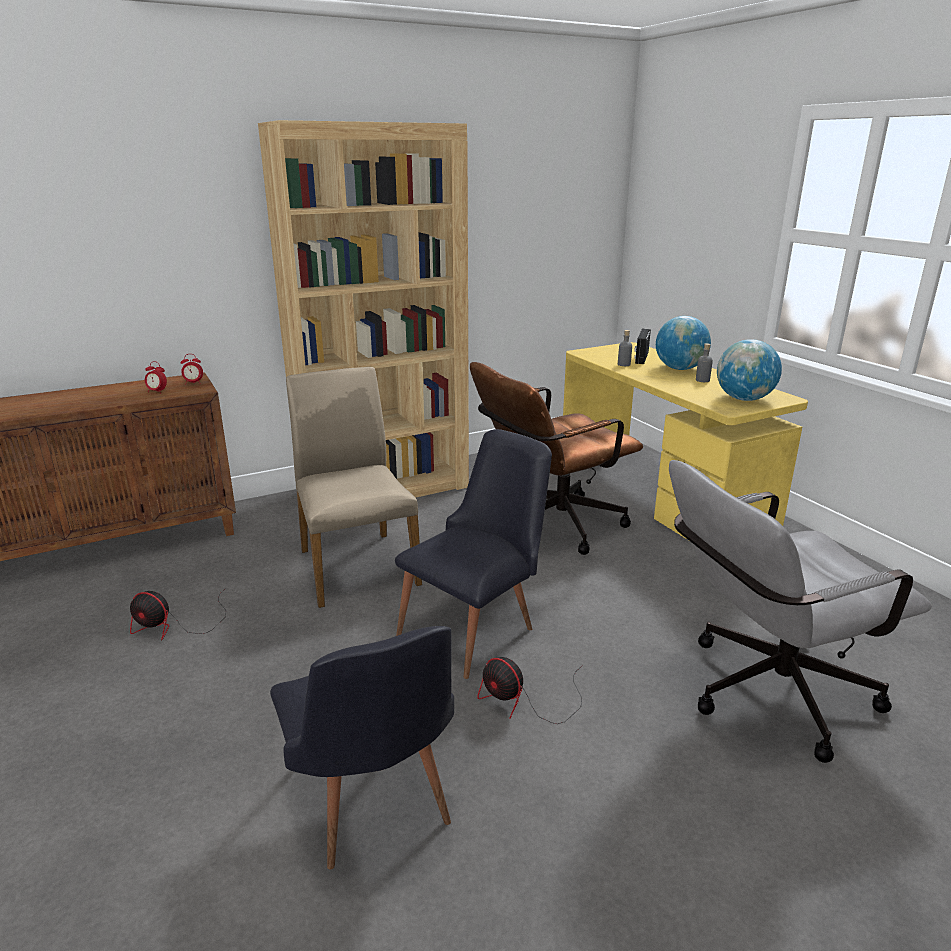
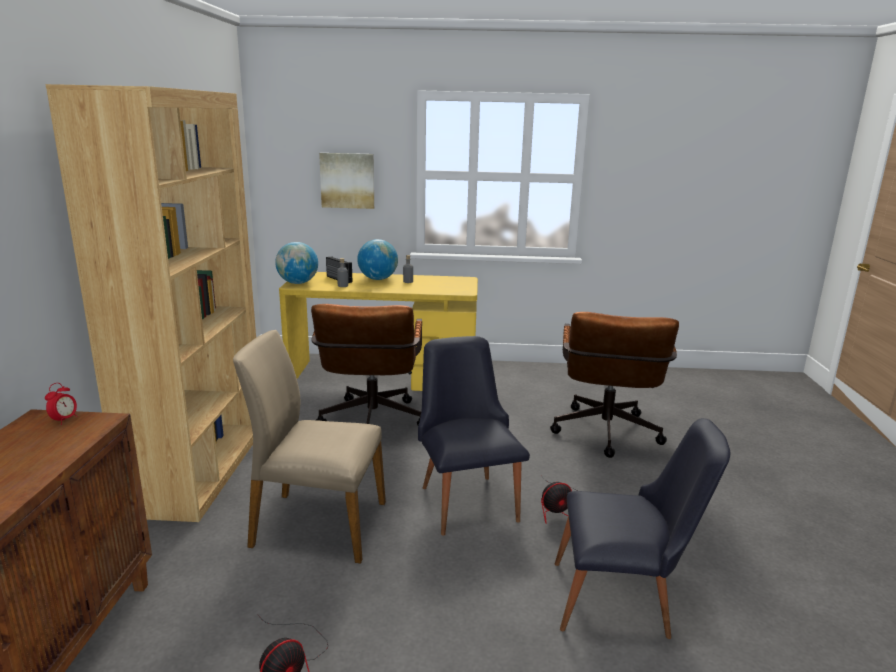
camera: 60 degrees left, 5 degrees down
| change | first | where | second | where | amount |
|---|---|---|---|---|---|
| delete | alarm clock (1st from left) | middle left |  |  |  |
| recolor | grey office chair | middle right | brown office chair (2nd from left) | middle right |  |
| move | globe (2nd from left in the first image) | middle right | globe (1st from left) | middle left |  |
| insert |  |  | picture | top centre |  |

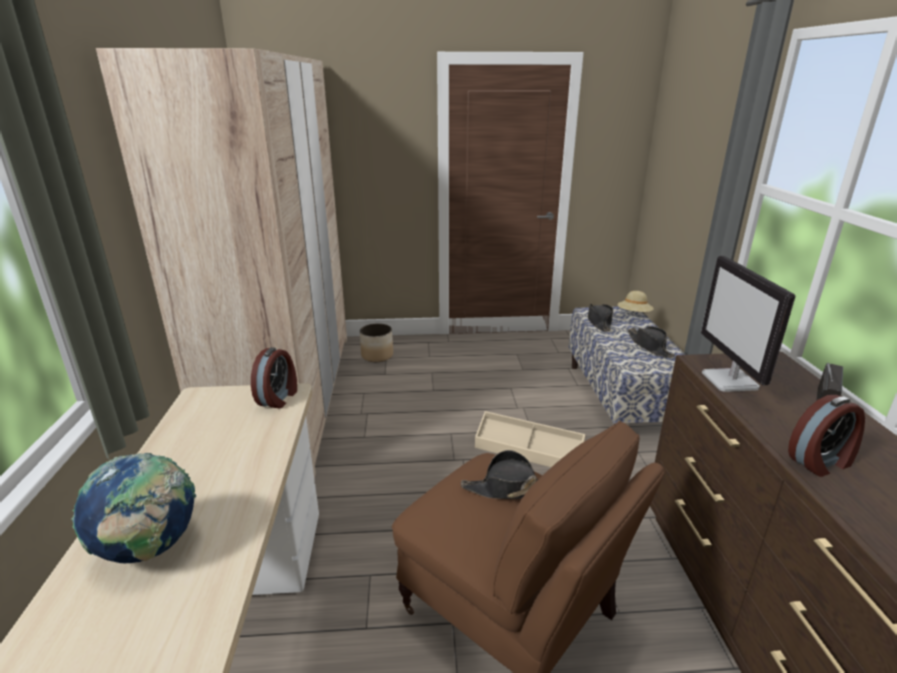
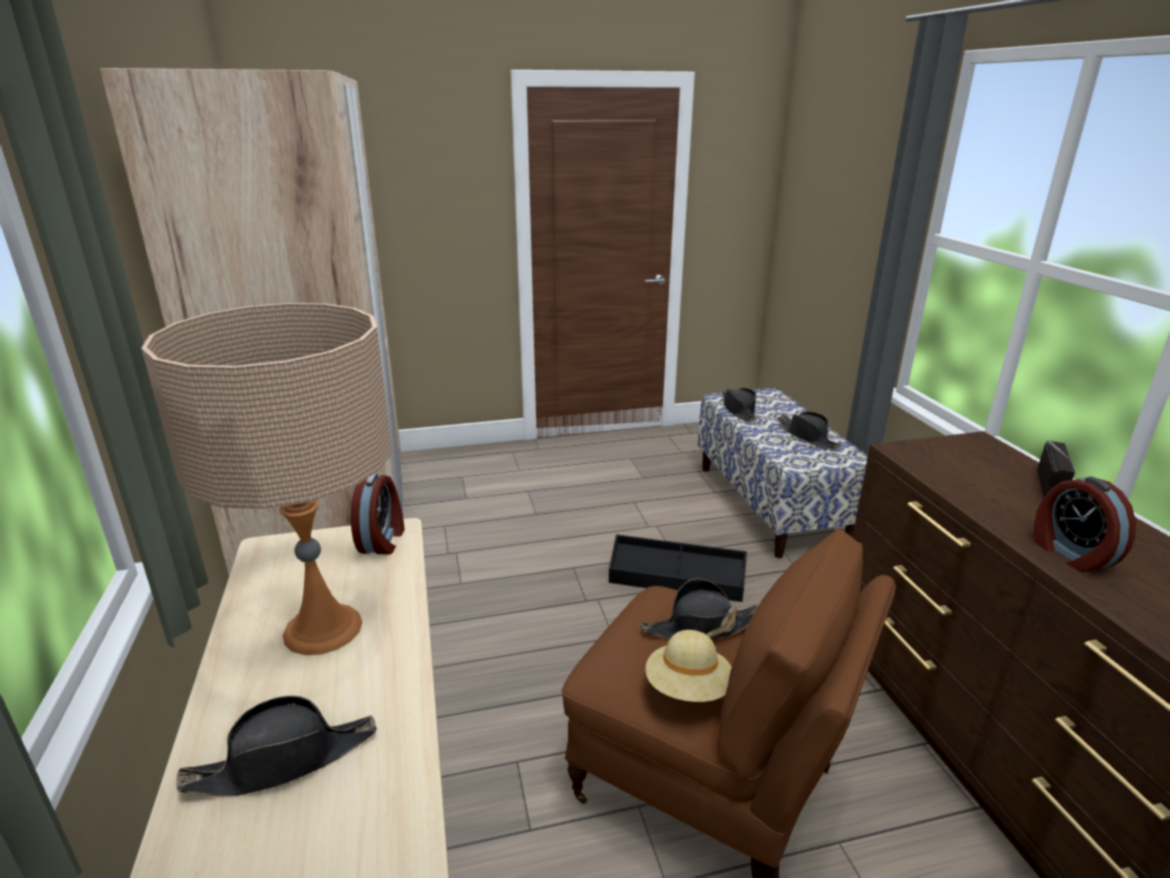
camera: 10 degrees left, 0 degrees up
| change | first | where | second | where | amount |
|---|---|---|---|---|---|
| replace | globe | bottom left | black hat (1st from left) | bottom left |  |
| delete | planter | centre |  |  |  |
| recolor | beige storage box | centre | black storage box | centre |  |
| move | beige hat | middle right |  | bottom centre |  |
| delete | monitor | middle right |  |  |  |
| rotate | alarm clock (2nd from left) | middle right |  | middle right | 105 degrees clockwise |
| insert |  |  | beige table lamp | middle left |  |

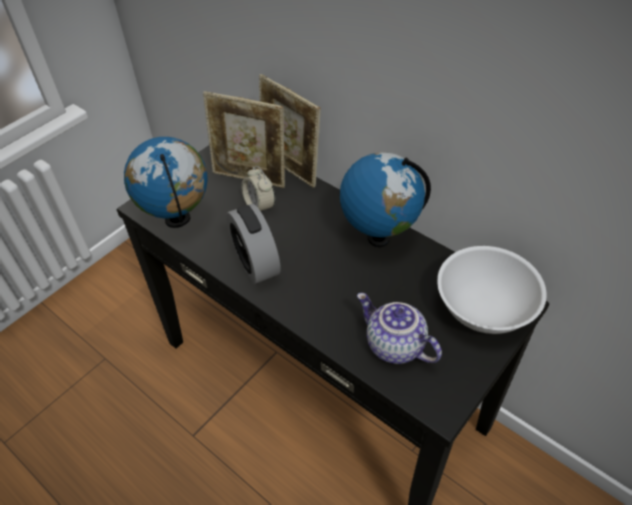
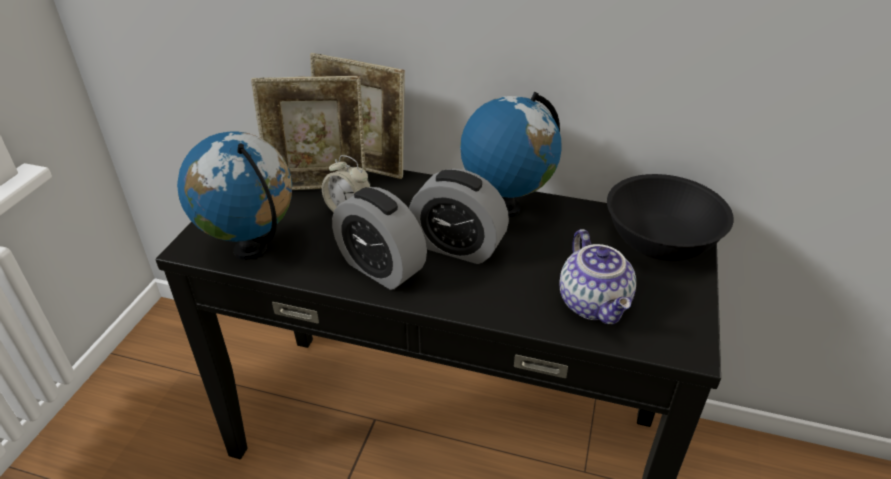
camera: 25 degrees left, 10 degrees down
| change | first | where | second | where | amount |
|---|---|---|---|---|---|
| rotate | teapot | centre |  | middle right | 120 degrees counterclockwise |
| recolor | white bowl | middle right | black bowl | middle right |  |
| insert |  |  | alarm clock (3rd from left) | centre |  |

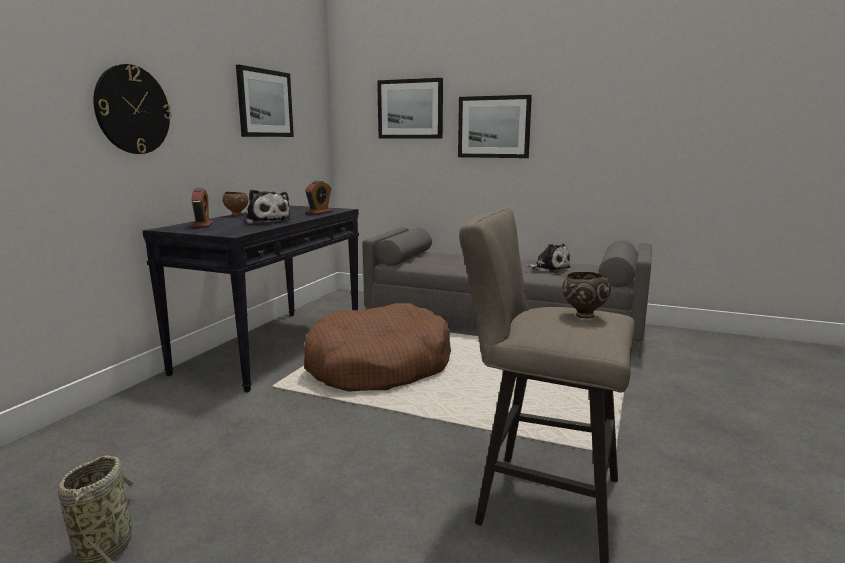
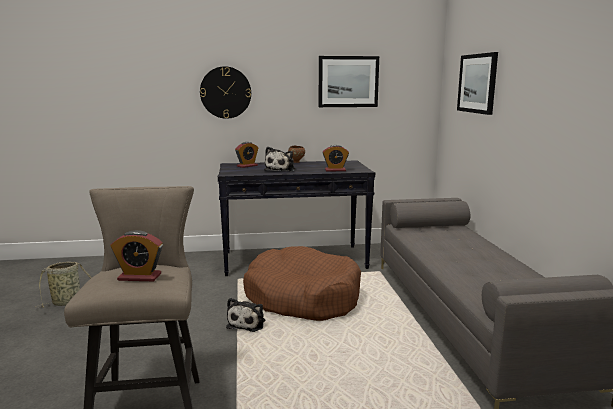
camera: 60 degrees right, 0 degrees up
| change | first | where | second | where | amount |
|---|---|---|---|---|---|
| delete | picture (3rd from left) | top centre |  |  |  |
| move | plush toy (2nd from left in the first image) | centre | plush toy (1st from left) | bottom centre |  |
| replace | brown bowl (2nd from left) | middle right | alarm clock (1st from left) | middle left |  |

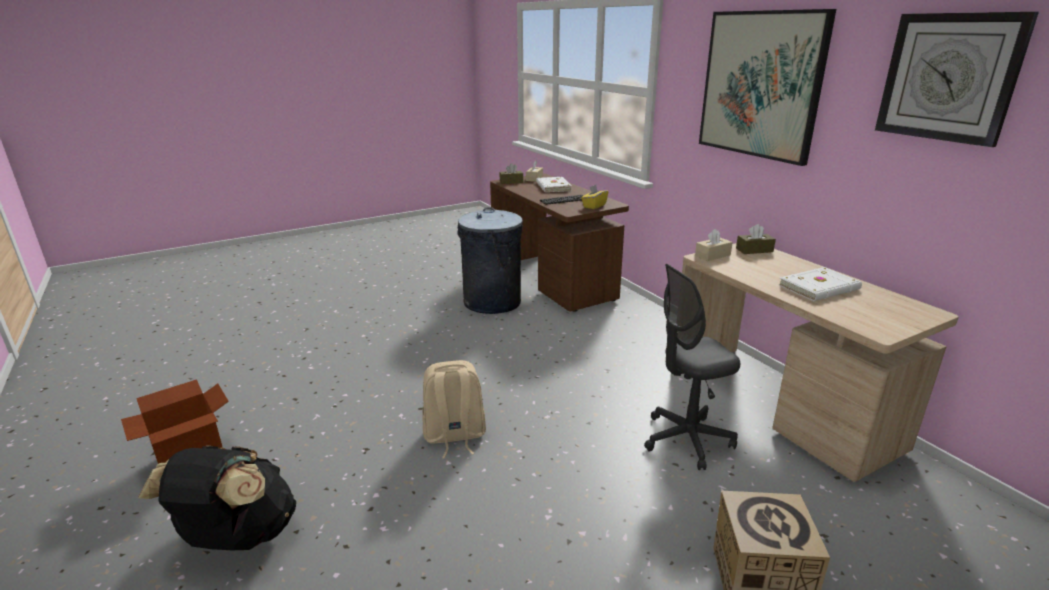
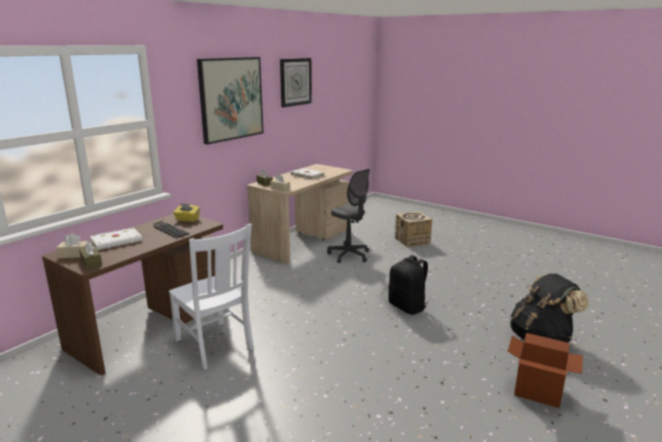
camera: 115 degrees left, 5 degrees down
| change | first | where | second | where | amount |
|---|---|---|---|---|---|
| recolor | beige backpack | bottom centre | black backpack (1st from left) | centre |  |
| replace | grey trash can | centre | white chair | bottom left |  |

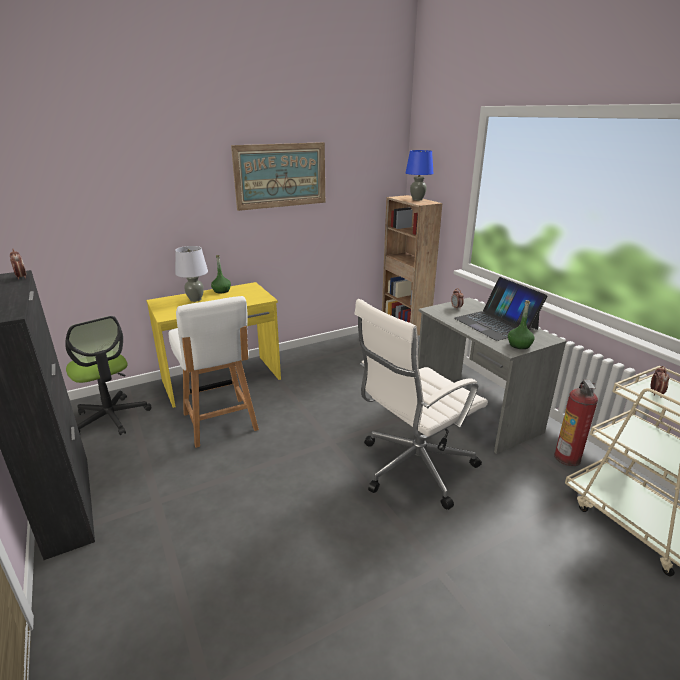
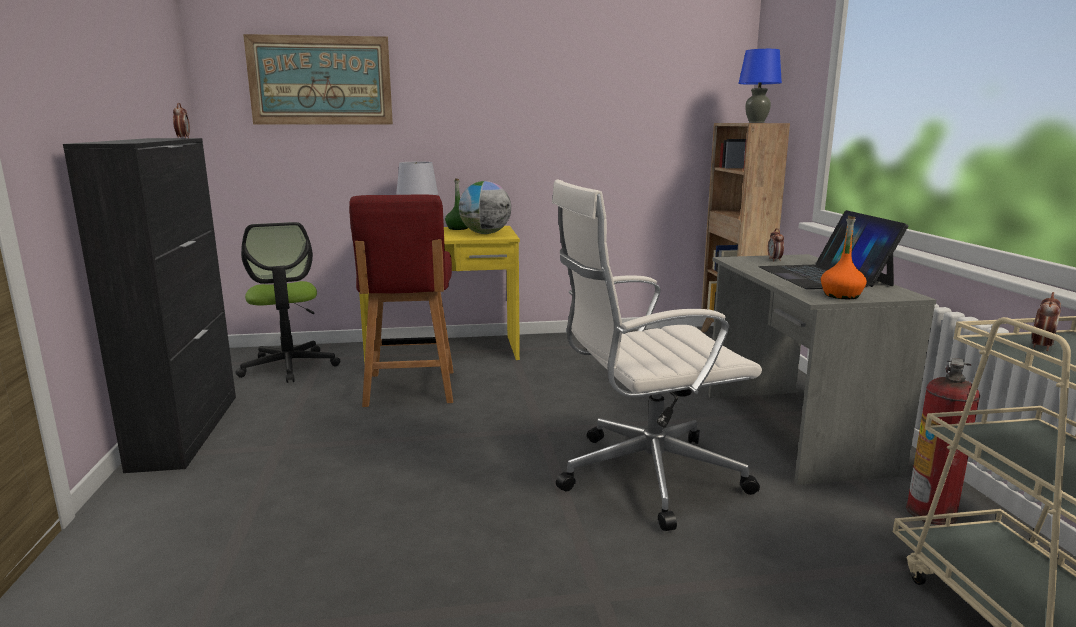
camera: 20 degrees right, 10 degrees down
| change | first | where | second | where | amount |
|---|---|---|---|---|---|
| recolor | white chair | middle left | red chair | centre |  |
| move | picture | top centre |  | top left |  |
| recolor | green bottle (2nd from left) | middle right | orange bottle | middle right |  |
| insert |  |  | globe | top centre |  |

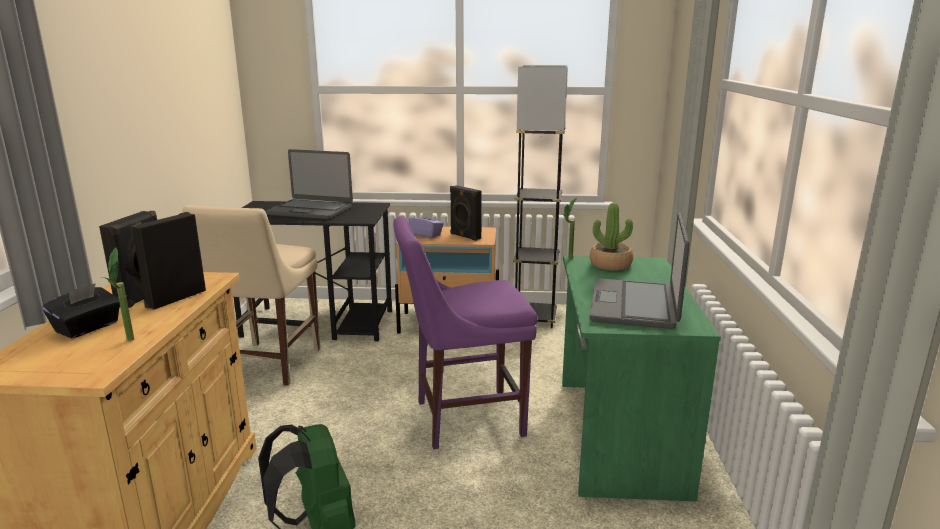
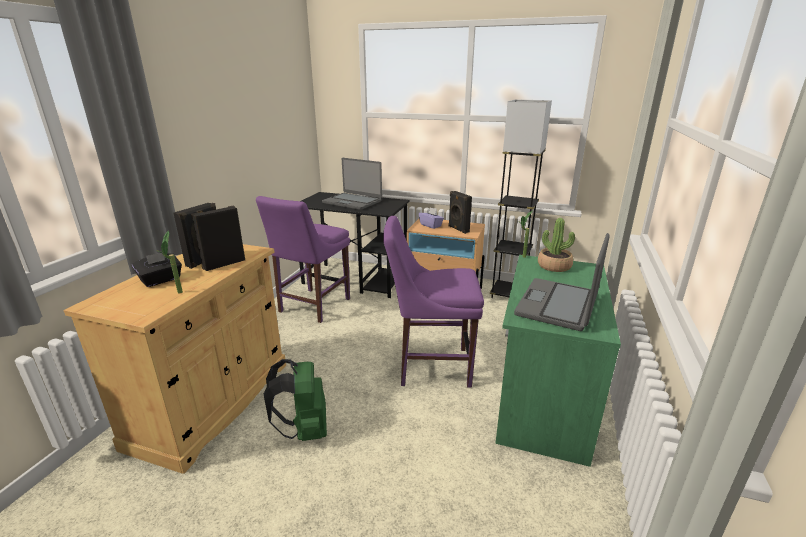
camera: 15 degrees right, 5 degrees up
| change | first | where | second | where | amount |
|---|---|---|---|---|---|
| recolor | beige chair | middle left | purple chair (1st from left) | centre |  |

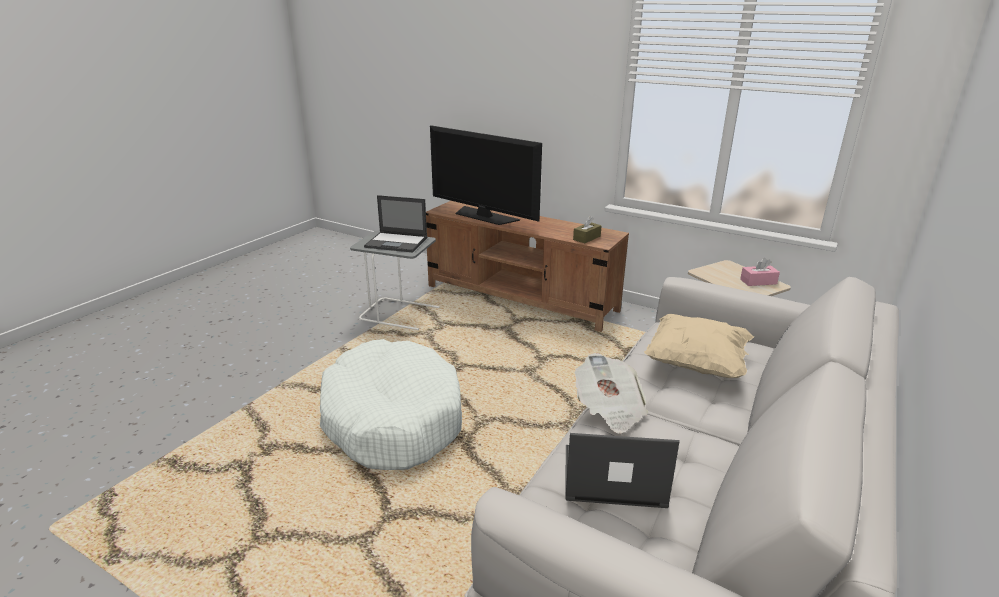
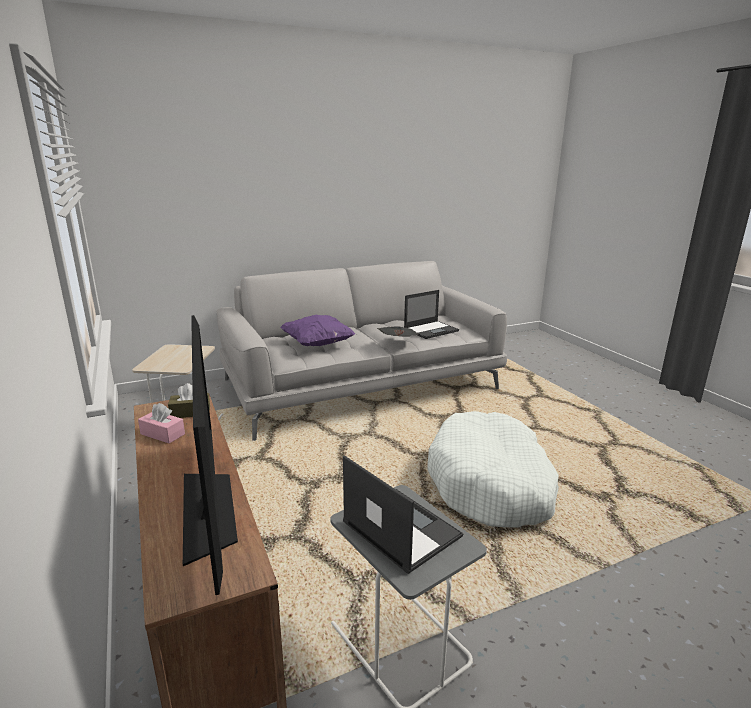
camera: 145 degrees left, 5 degrees down
| change | first | where | second | where | amount |
|---|---|---|---|---|---|
| rotate | laptop (2nd from left) | bottom centre |  | centre | 75 degrees counterclockwise |
| recolor | beige pillow | middle right | purple pillow | centre |  |
| move | pink tissue box | middle right |  | middle left |  |

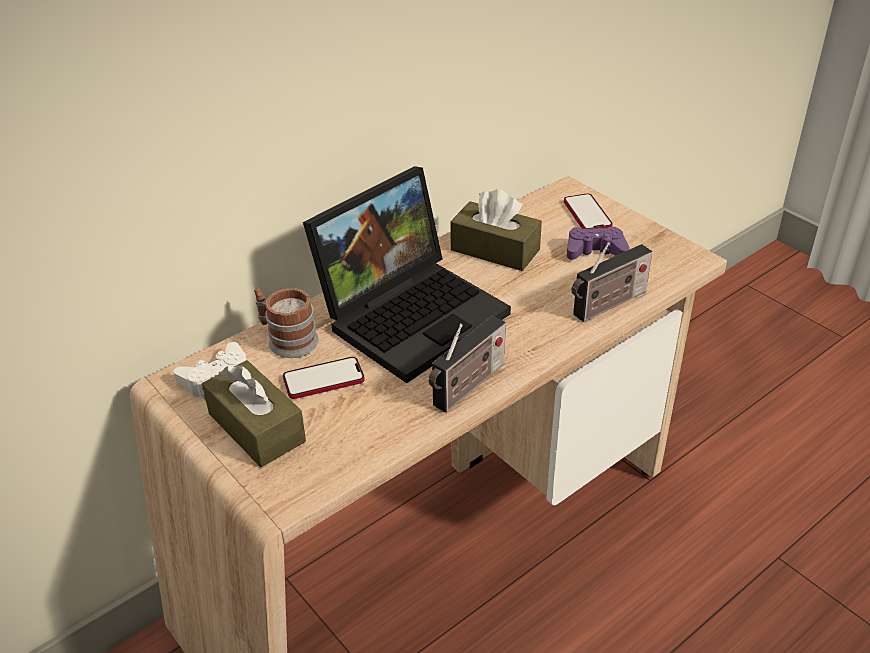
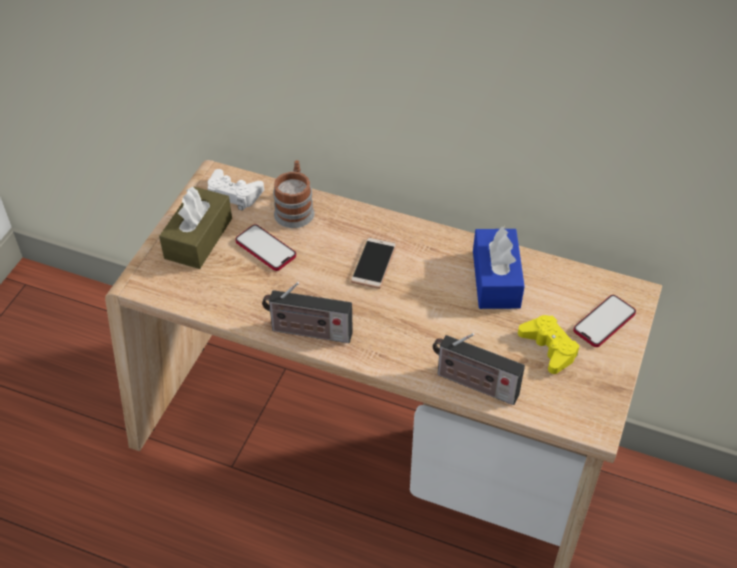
camera: 60 degrees right, 10 degrees up
| change | first | where | second | where | amount |
|---|---|---|---|---|---|
| replace | laptop | centre | phone (2nd from left) | centre |  |
| recolor | brown tissue box (2nd from left) | centre | blue tissue box | middle right |  |
| recolor | purple game controller | middle right | yellow game controller | middle right |  |

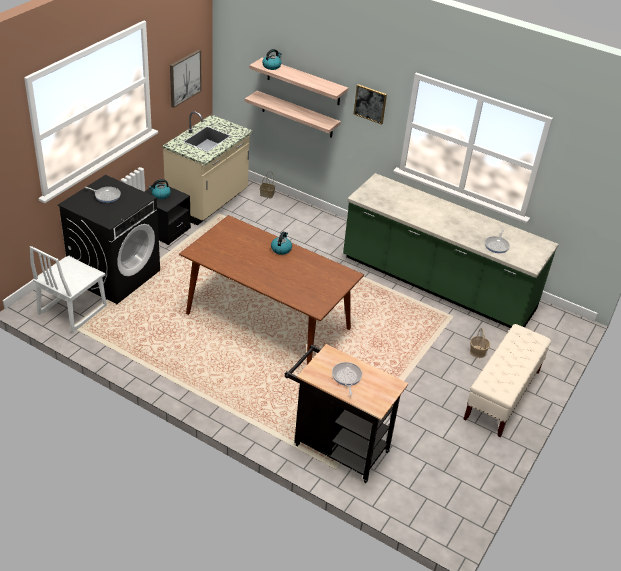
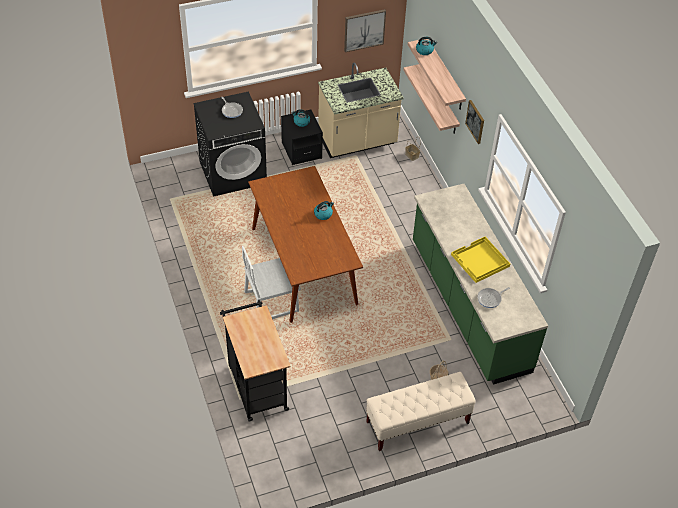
camera: 40 degrees right, 10 degrees up
| change | first | where | second | where | amount |
|---|---|---|---|---|---|
| move | white chair | middle left |  | centre |  |
| delete | frying pan (2nd from left) | centre |  |  |  |
| insert |  |  | yellow tray | middle right |  |

